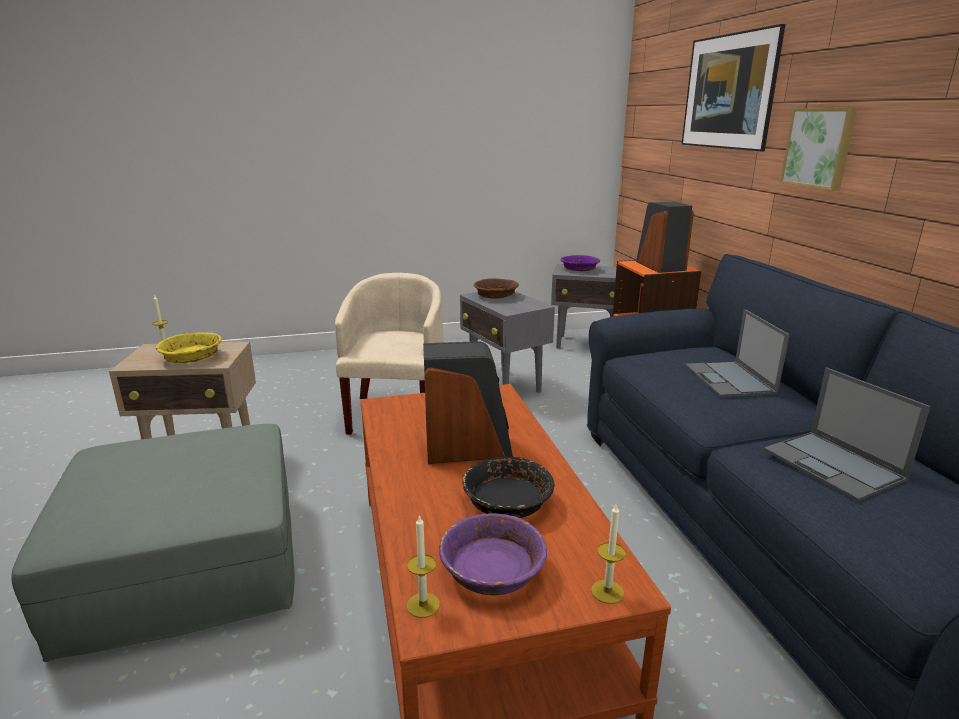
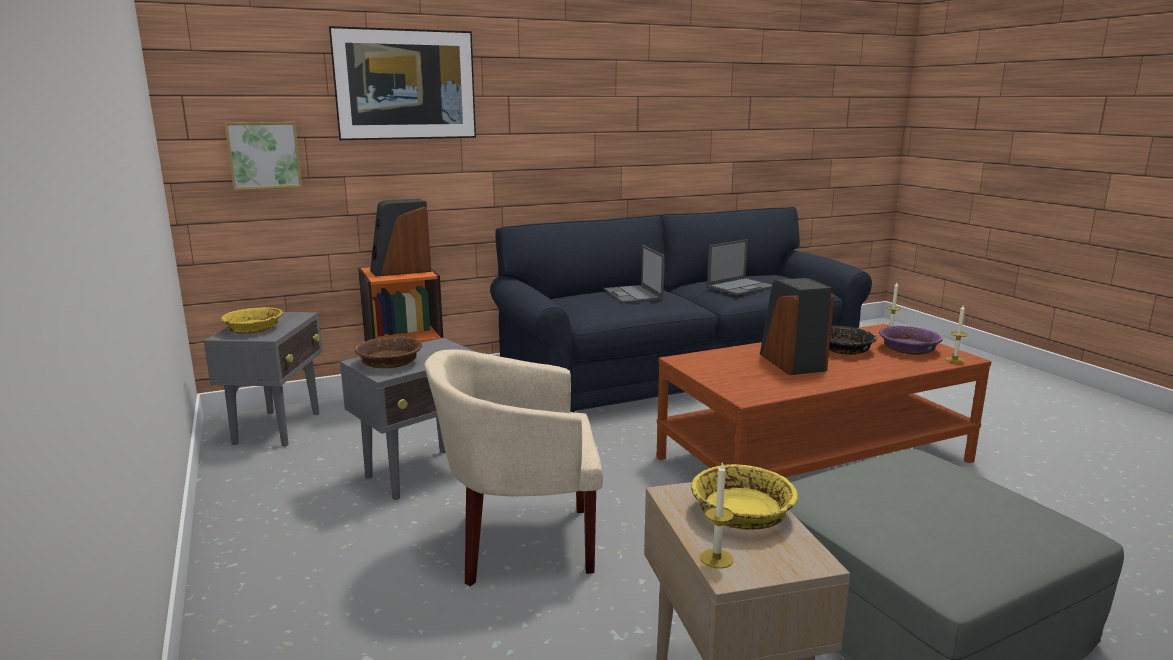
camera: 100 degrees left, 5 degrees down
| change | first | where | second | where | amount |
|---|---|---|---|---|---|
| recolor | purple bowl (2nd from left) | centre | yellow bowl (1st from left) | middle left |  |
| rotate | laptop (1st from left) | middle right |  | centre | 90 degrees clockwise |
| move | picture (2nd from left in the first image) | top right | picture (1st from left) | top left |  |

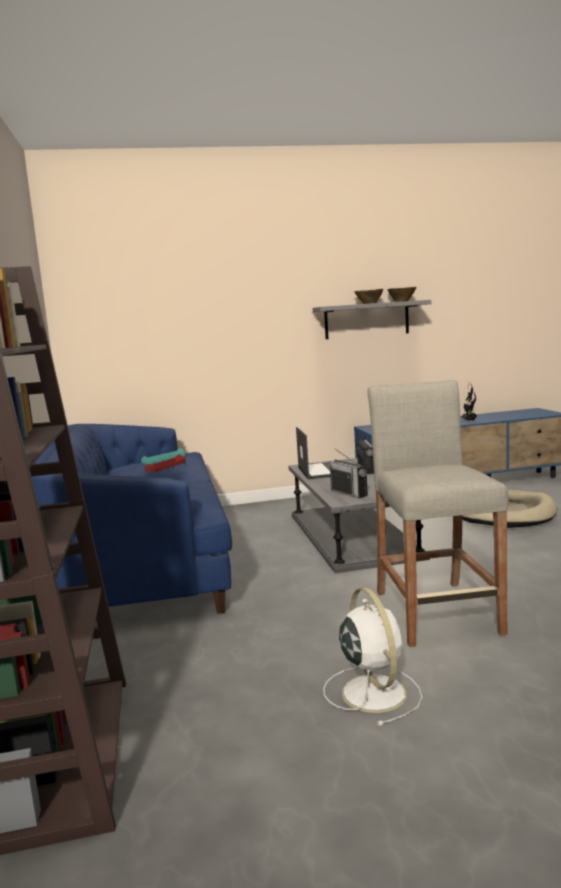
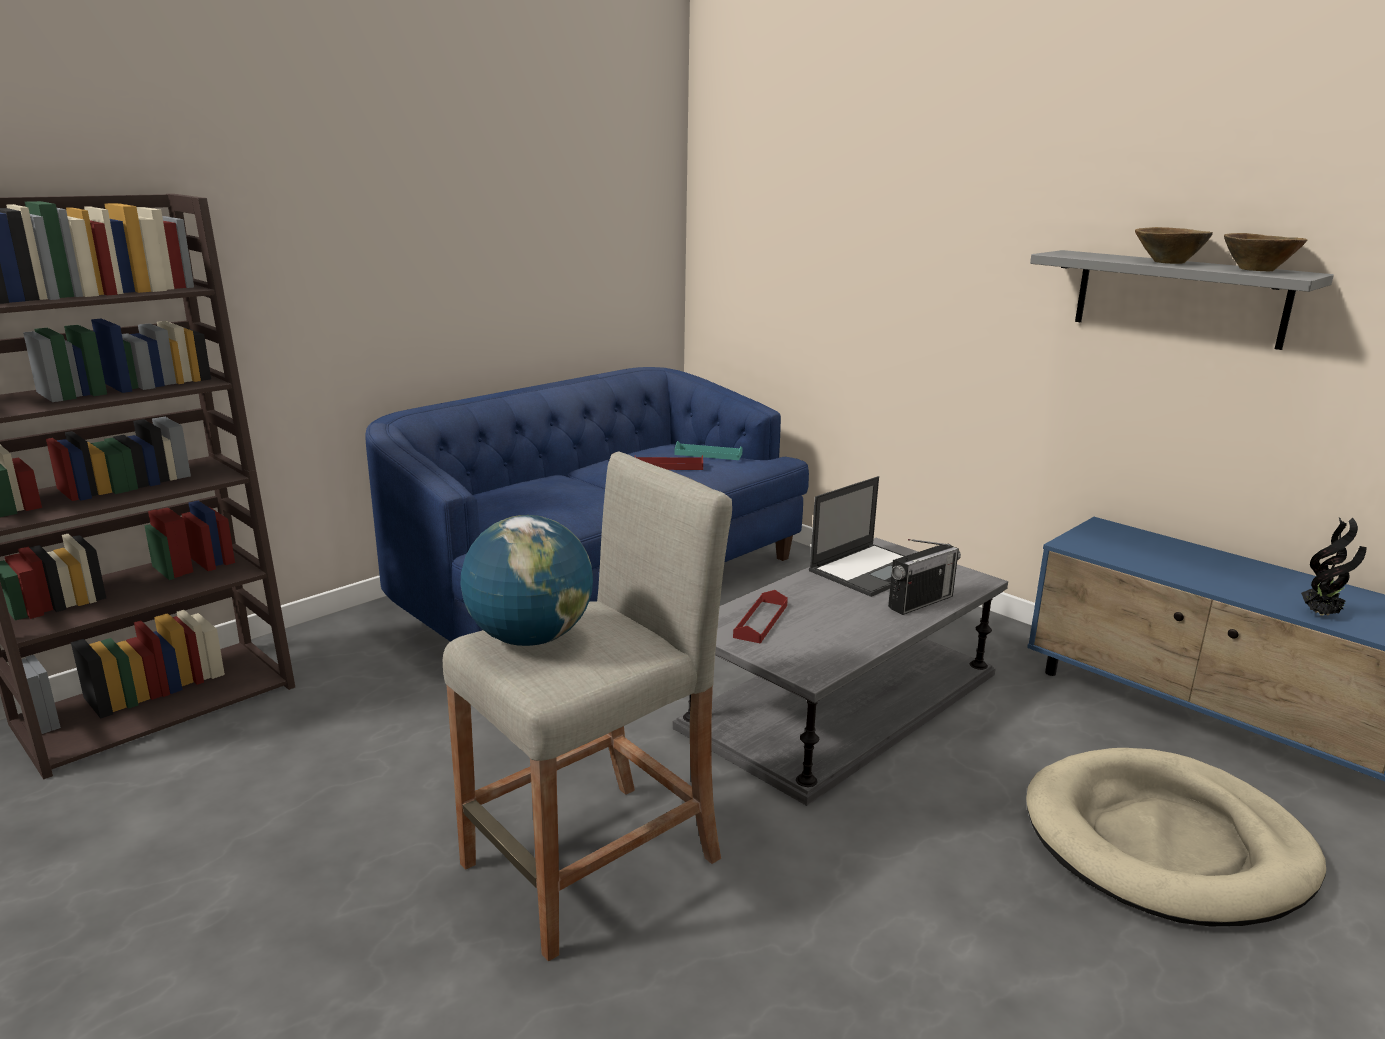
camera: 55 degrees right, 10 degrees up
| change | first | where | second | where | amount |
|---|---|---|---|---|---|
| delete | white fan | bottom centre |  |  |  |
| replace | radio (1st from left) | centre | red tray (2nd from left) | centre |  |
| insert |  |  | globe | centre |  |

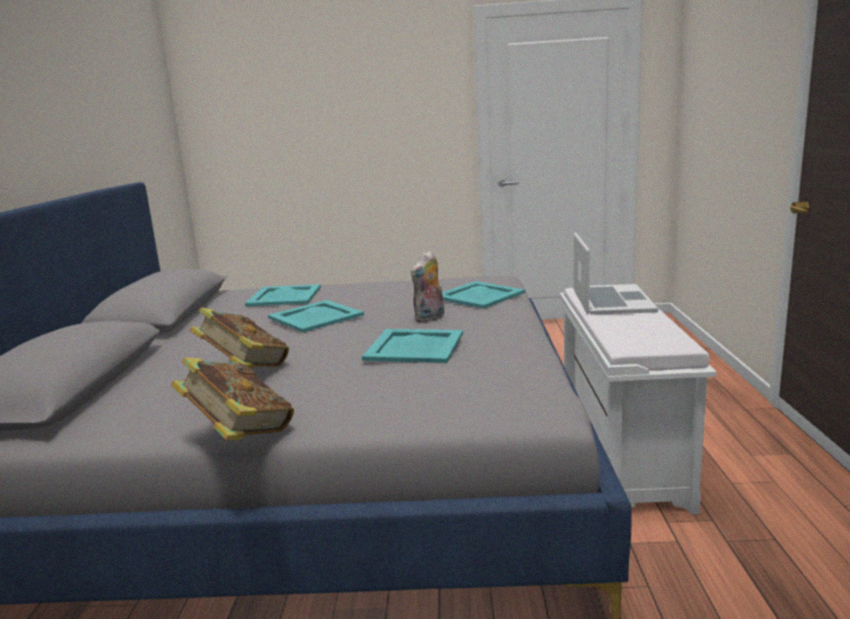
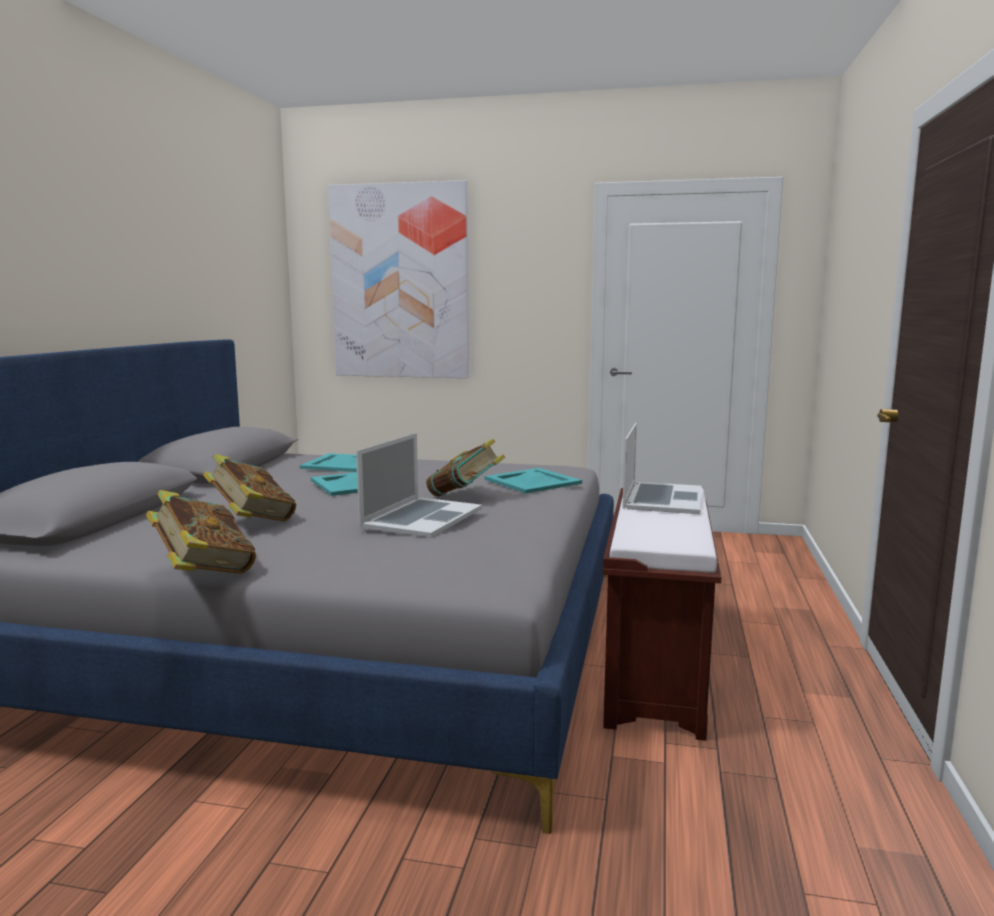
camera: 10 degrees right, 5 degrees down
| change | first | where | second | where | amount |
|---|---|---|---|---|---|
| replace | turquoise tray (3rd from left) | centre | laptop (1st from left) | centre |  |
| replace | plush toy | centre | book (3rd from left) | centre |  |
| recolor | white bench | middle right | brown bench | bottom centre |  |
| insert |  |  | picture | top centre |  |

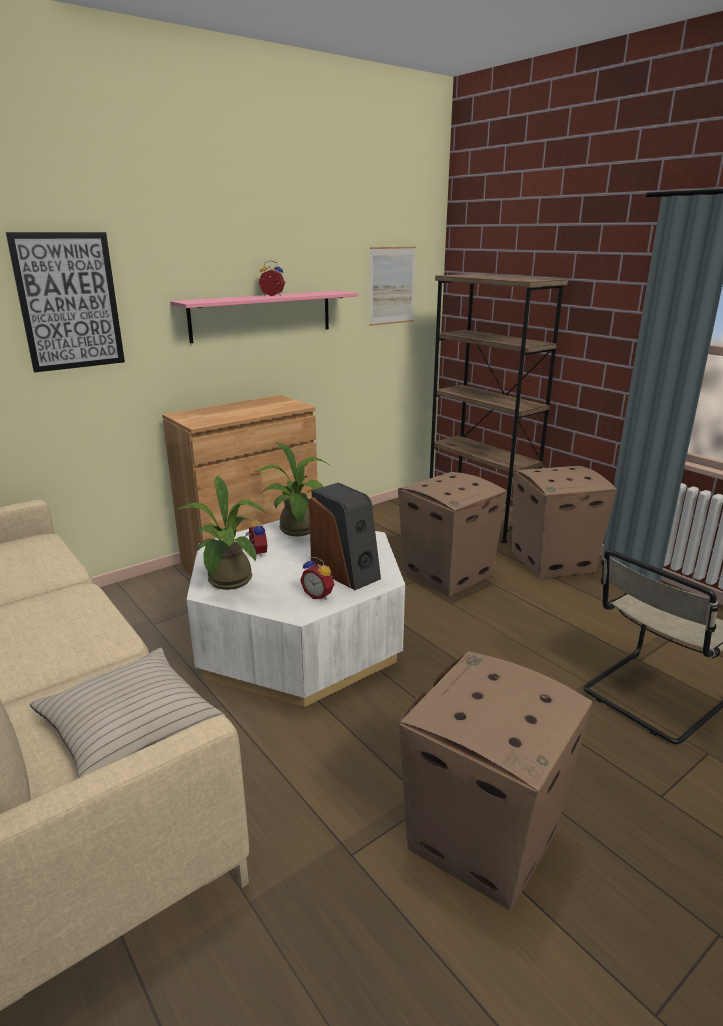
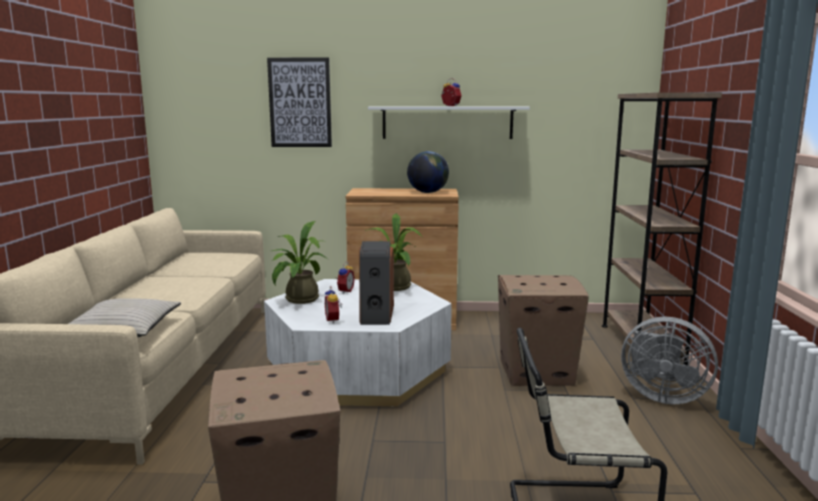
camera: 40 degrees right, 10 degrees down
| change | first | where | second | where | amount |
|---|---|---|---|---|---|
| recolor | pink shelf | top centre | white shelf | top centre |  |
| delete | picture (2nd from left) | top centre |  |  |  |
| replace | cardboard box (3rd from left) | middle right | grey fan | bottom right |  |
| insert |  |  | globe | centre |  |

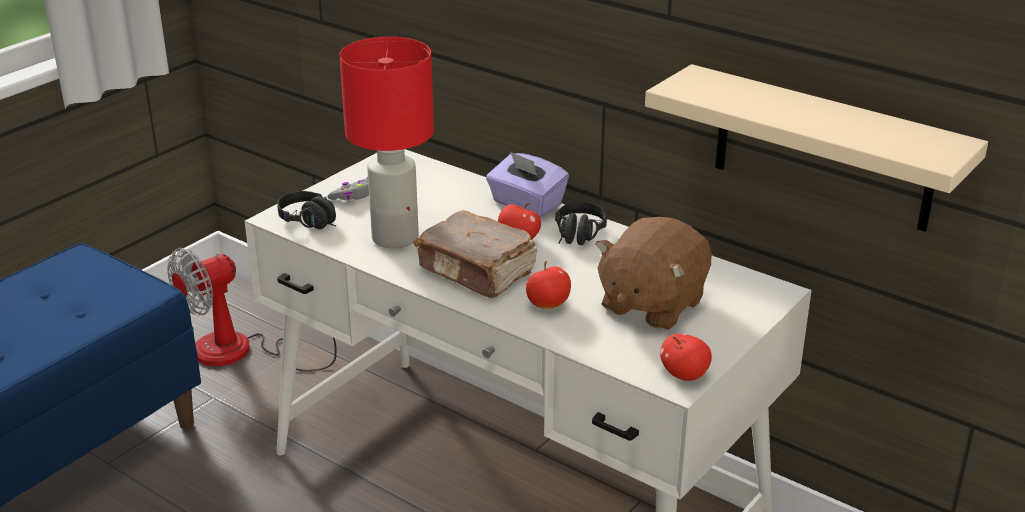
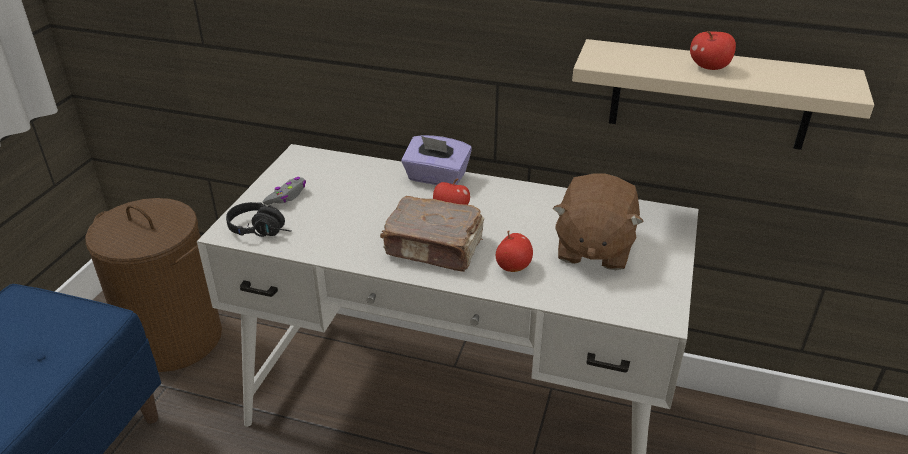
camera: 20 degrees left, 5 degrees up
| change | first | where | second | where | amount |
|---|---|---|---|---|---|
| replace | fan | middle left | brown laundry basket | middle left |  |
| delete | red table lamp | top centre |  |  |  |
| delete | black headphones (2nd from left) | centre |  |  |  |
| move | apple (3rd from left) | bottom right |  | top right |  |

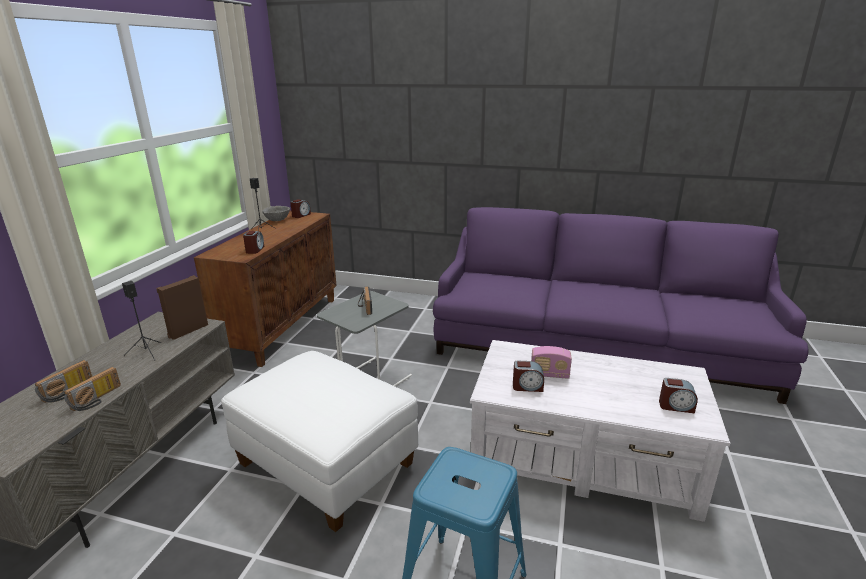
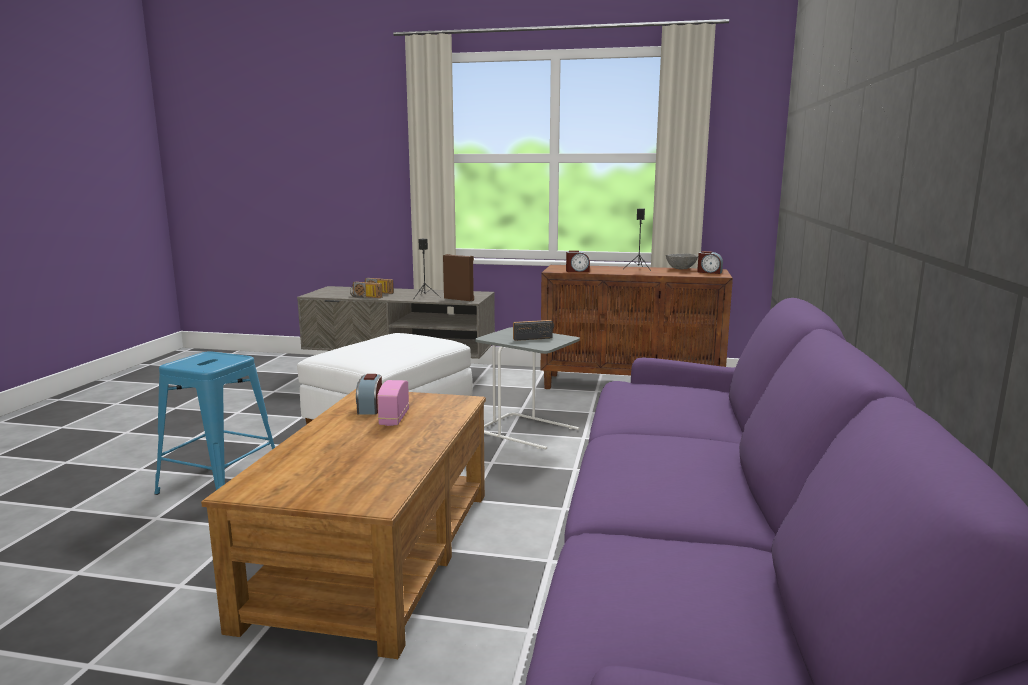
camera: 85 degrees right, 10 degrees down
| change | first | where | second | where | amount |
|---|---|---|---|---|---|
| recolor | white coffee table | bottom right | brown coffee table | bottom centre |  |
| delete | alarm clock (4th from left) | bottom right |  |  |  |

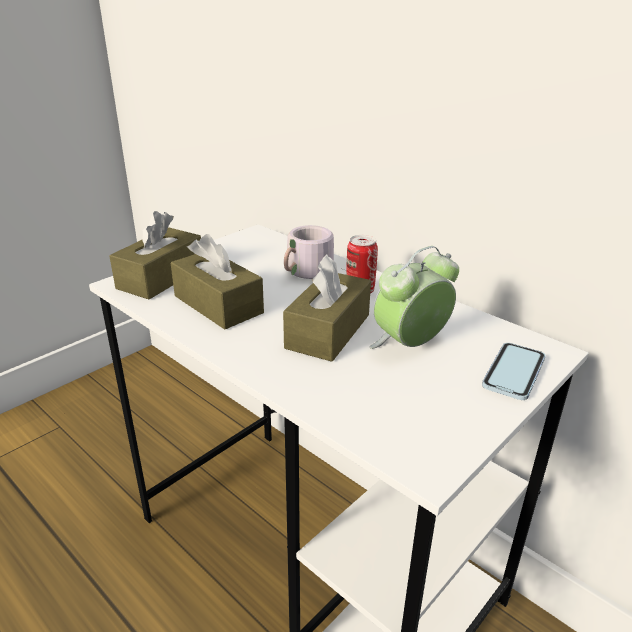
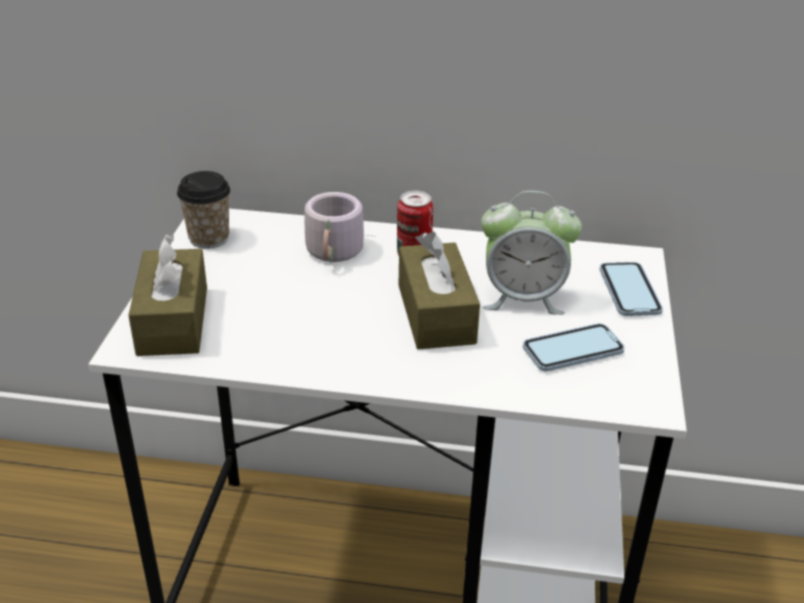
camera: 35 degrees left, 5 degrees up
| change | first | where | second | where | amount |
|---|---|---|---|---|---|
| delete | brown tissue box (2nd from left) | centre |  |  |  |
| rotate | alarm clock | centre |  | centre | 105 degrees counterclockwise |
| insert |  |  | cup | middle left |  |
| insert |  |  | phone (1st from left) | middle right |  |

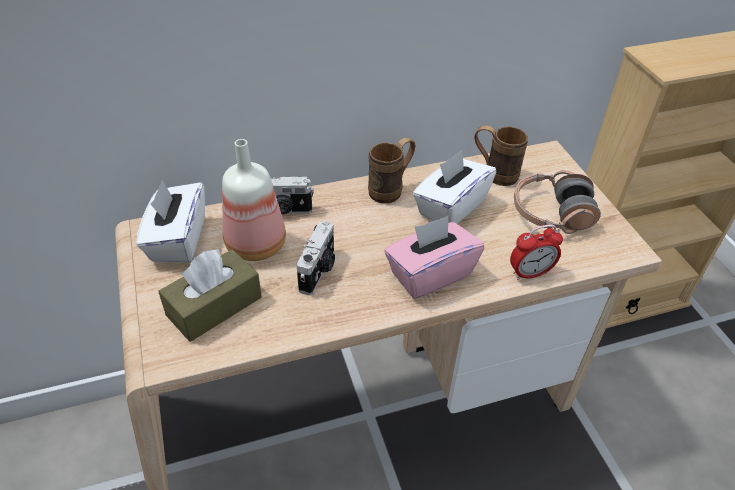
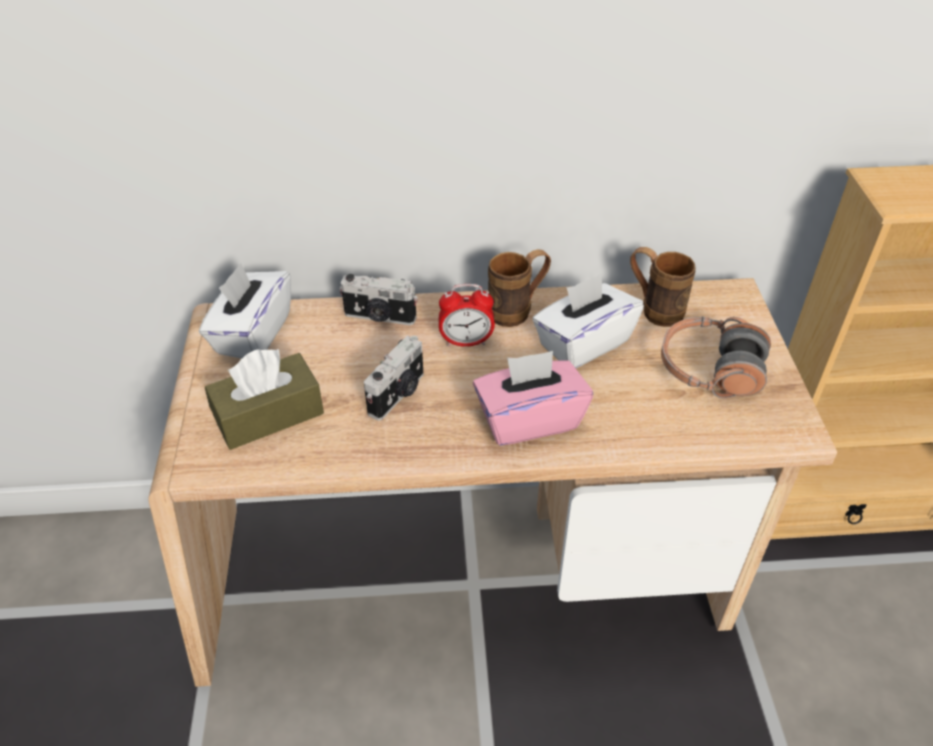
camera: 15 degrees right, 0 degrees up
| change | first | where | second | where | amount |
|---|---|---|---|---|---|
| delete | bottle | centre |  |  |  |
| move | alarm clock | middle right |  | centre |  |

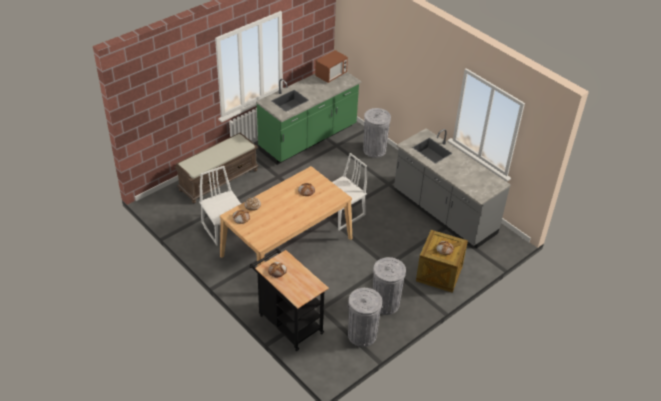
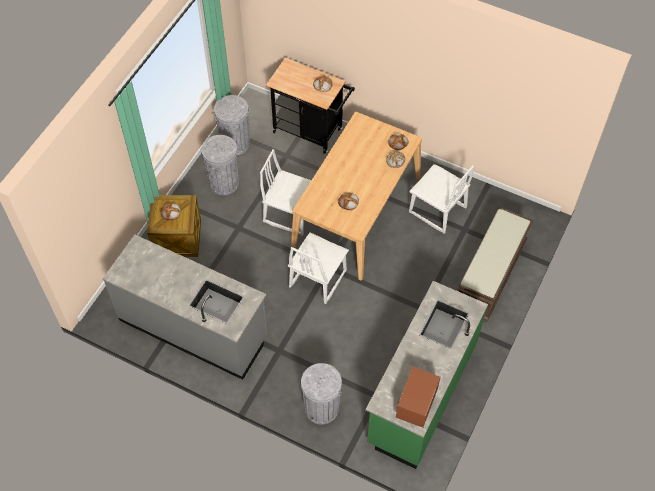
camera: 160 degrees right, 15 degrees up
| change | first | where | second | where | amount |
|---|---|---|---|---|---|
| insert |  |  | white chair (1st from left) | centre |  |

